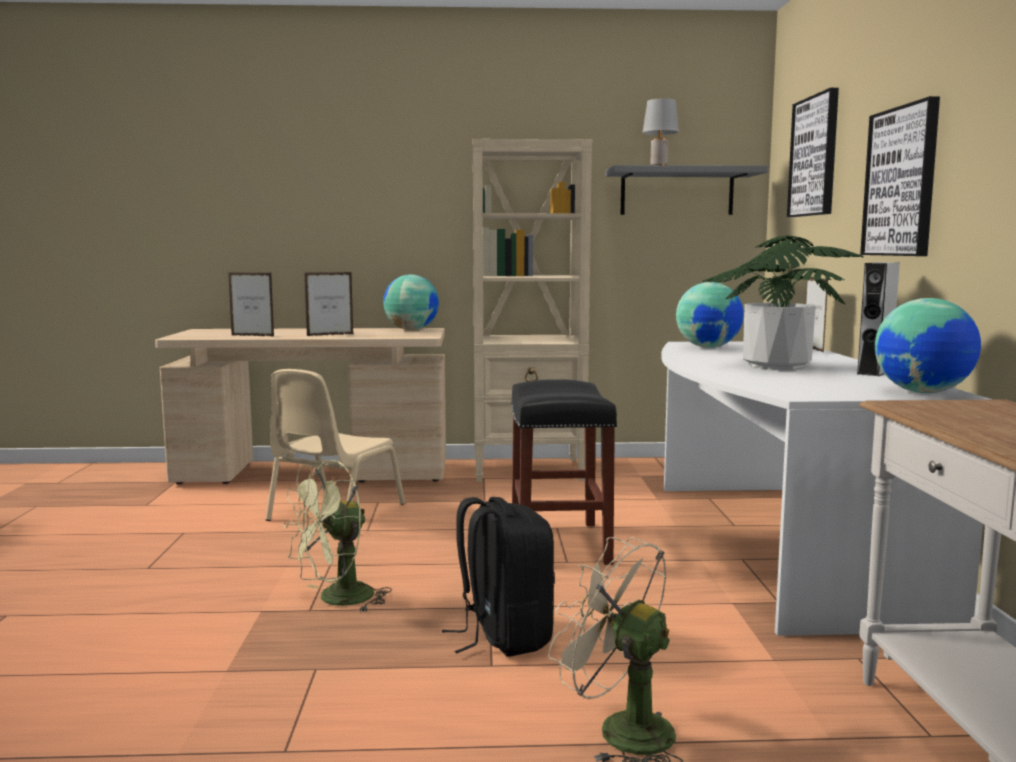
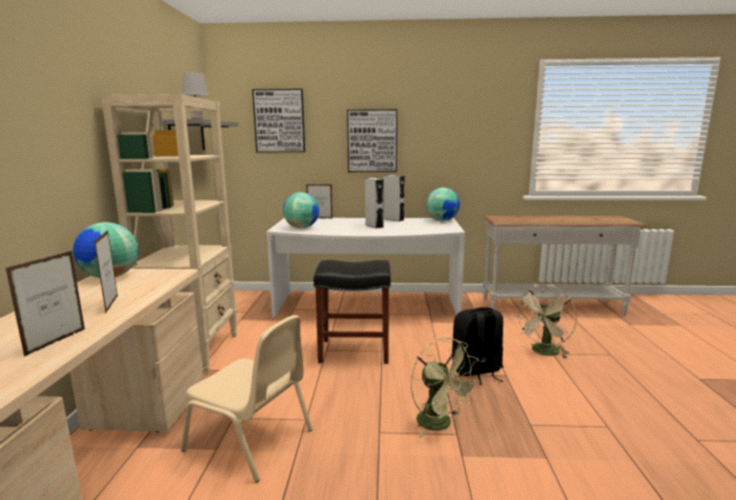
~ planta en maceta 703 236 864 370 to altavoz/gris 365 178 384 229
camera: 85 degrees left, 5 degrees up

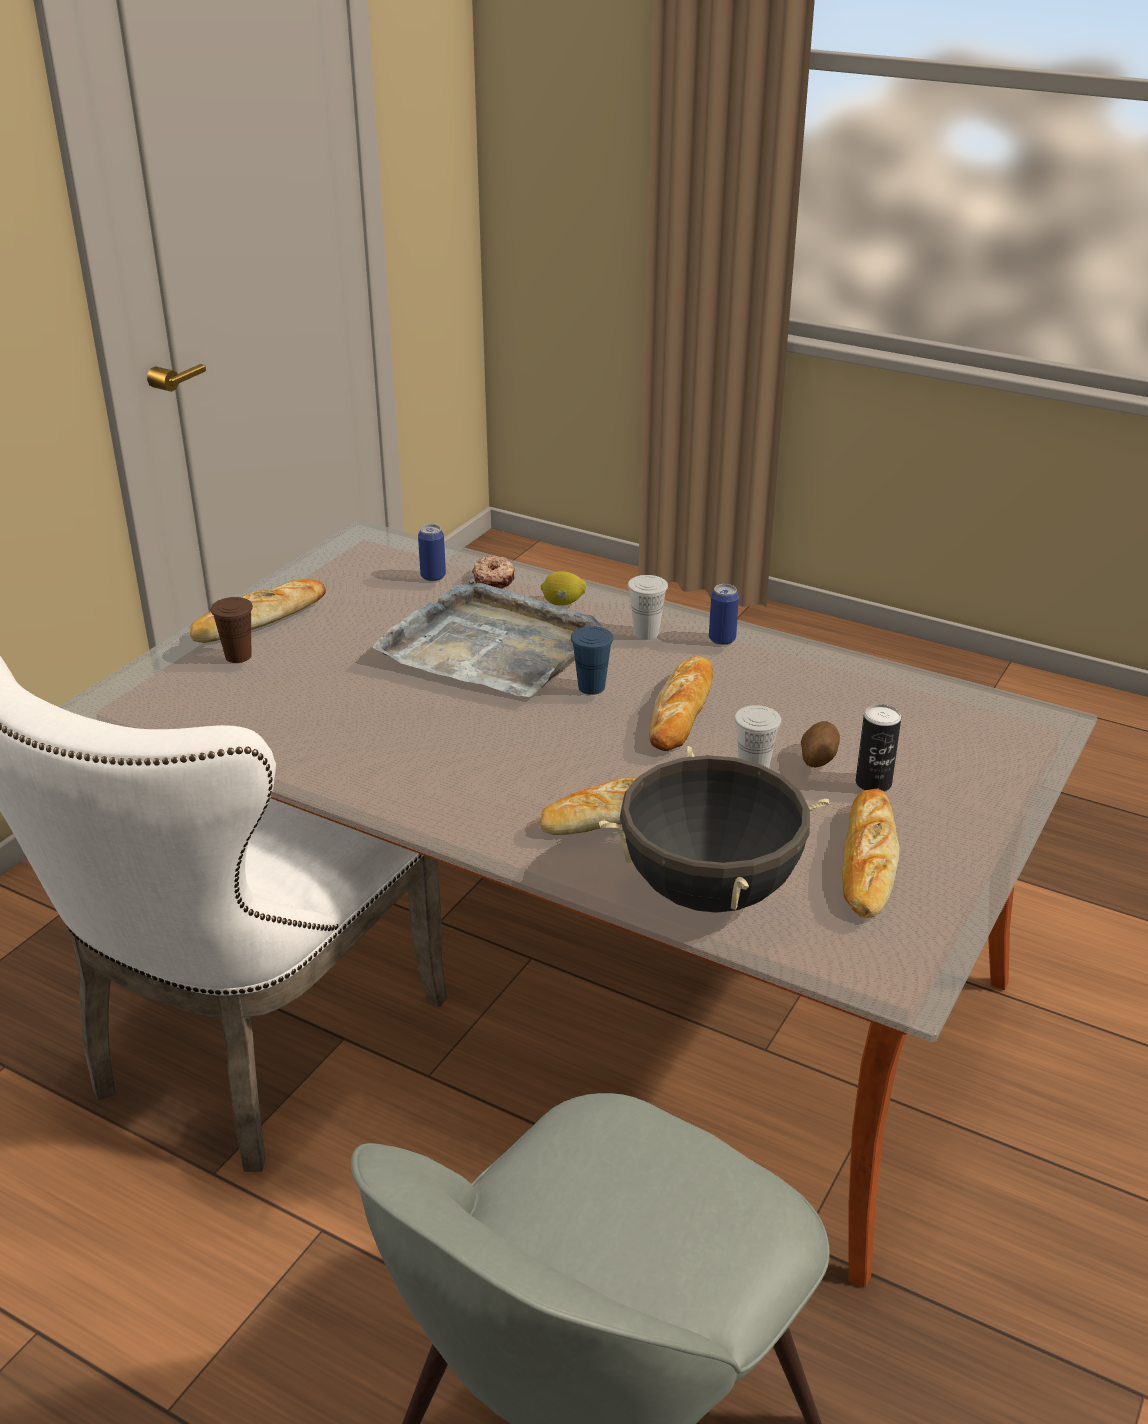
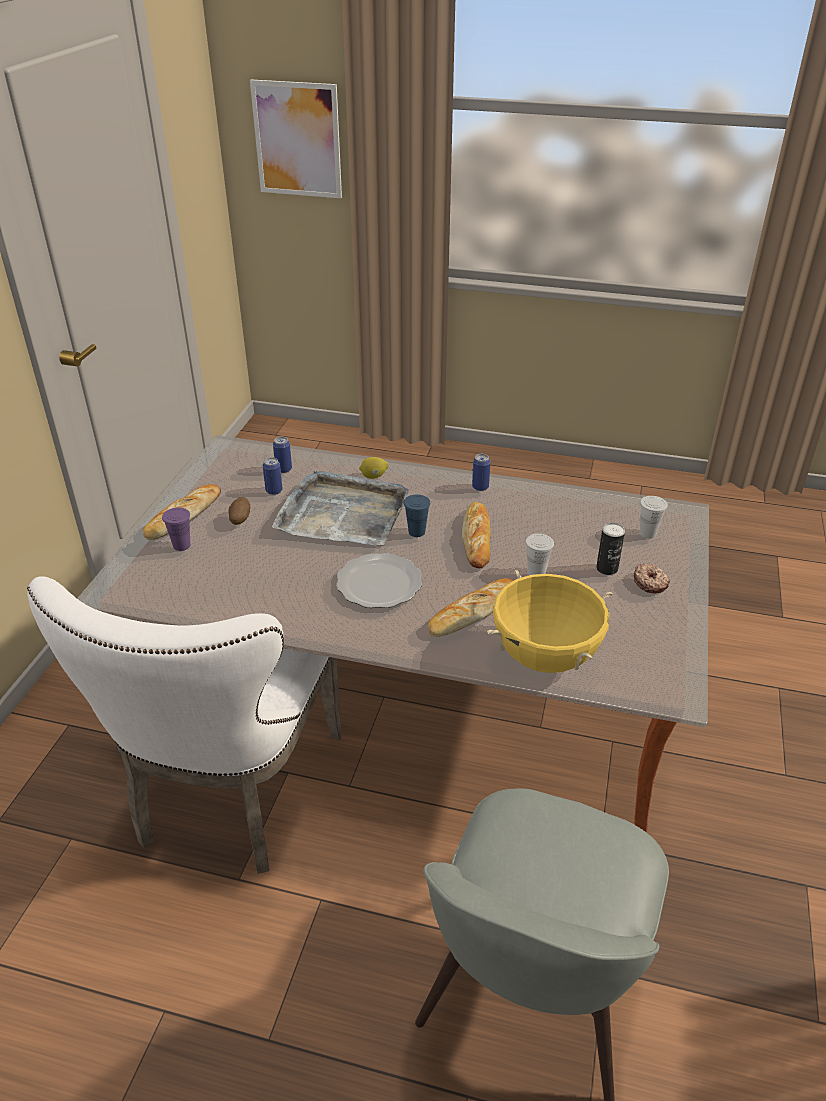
~ taza/marrón 211 597 253 663 to taza/morado 162 507 191 551
~ patata 801 721 840 767 to 228 497 250 525
+ cuadro 250 80 342 198
+ lata 263 457 283 495
+ plato 336 553 422 608
~ olla/negro 599 746 829 913 to olla/amarillo 487 570 613 673
~ rosquilla 472 555 515 589 to 634 564 670 593
~ taza/blanco 628 575 668 639 to 639 496 667 538
- pan 842 789 900 918
camera: 15 degrees left, 5 degrees up

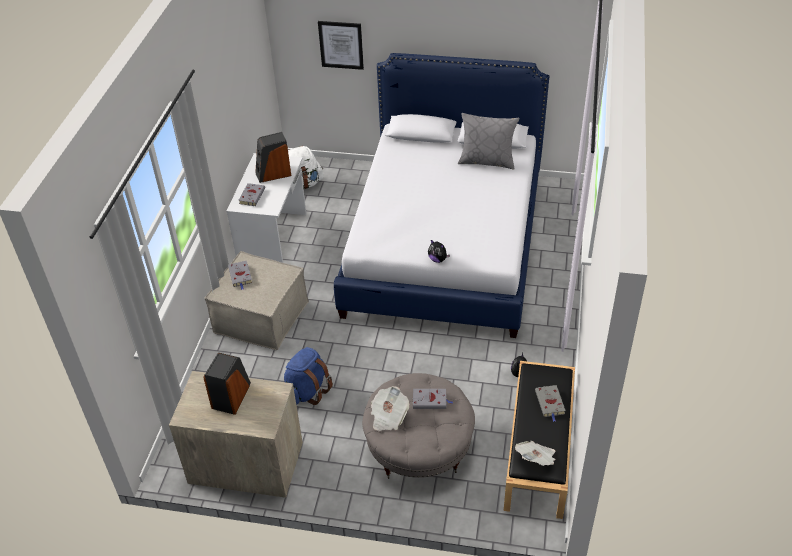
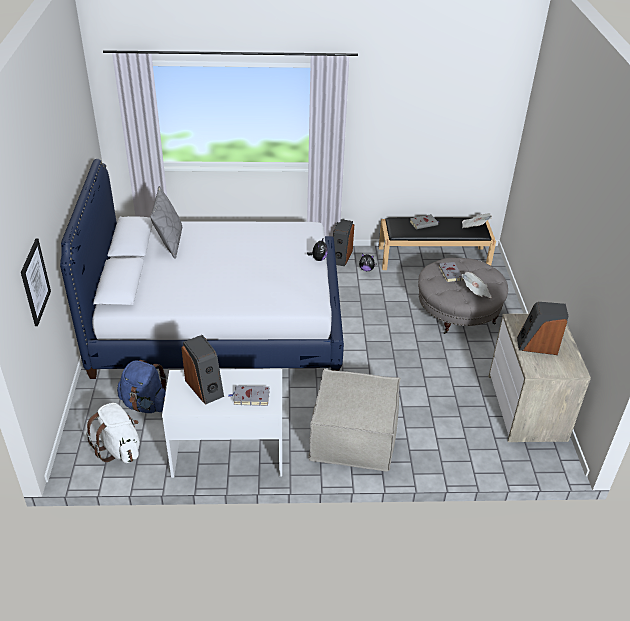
~ mochila/azul 284 347 333 405 to 117 360 166 413
+ altavoz 333 219 354 266
- libro/gris 228 261 252 290
camera: 105 degrees left, 5 degrees down

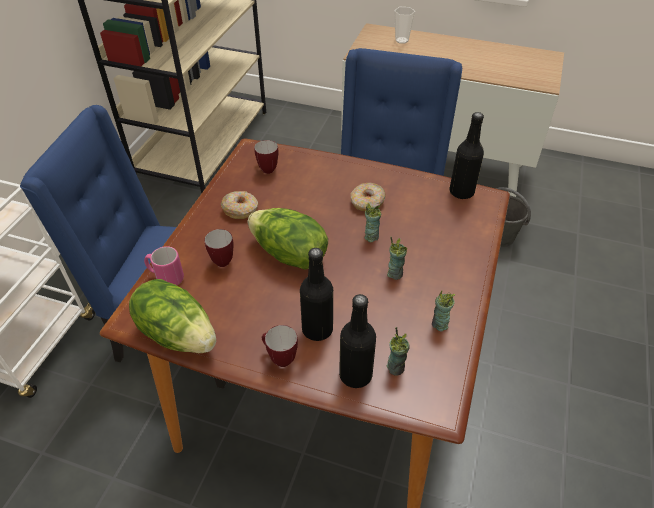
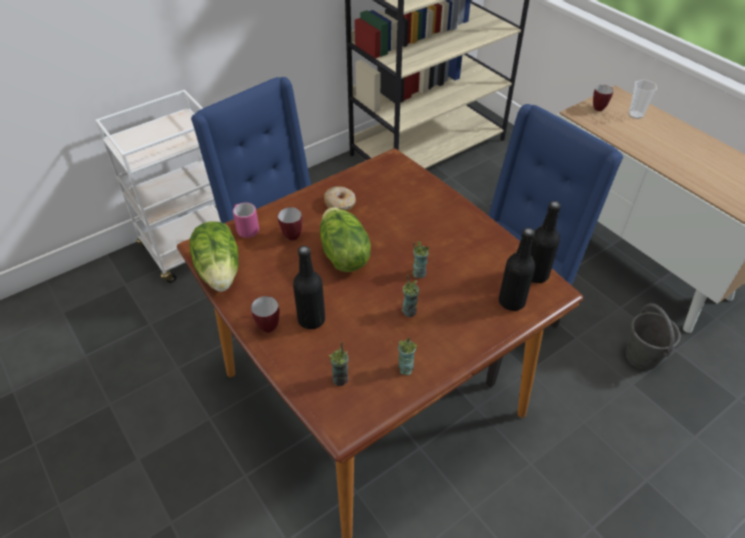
~ botella/negro 339 294 376 388 to 499 228 535 311
~ taza grande 254 140 278 174 to 593 85 614 111
- rosquilla 350 183 386 211
camera: 35 degrees right, 0 degrees up

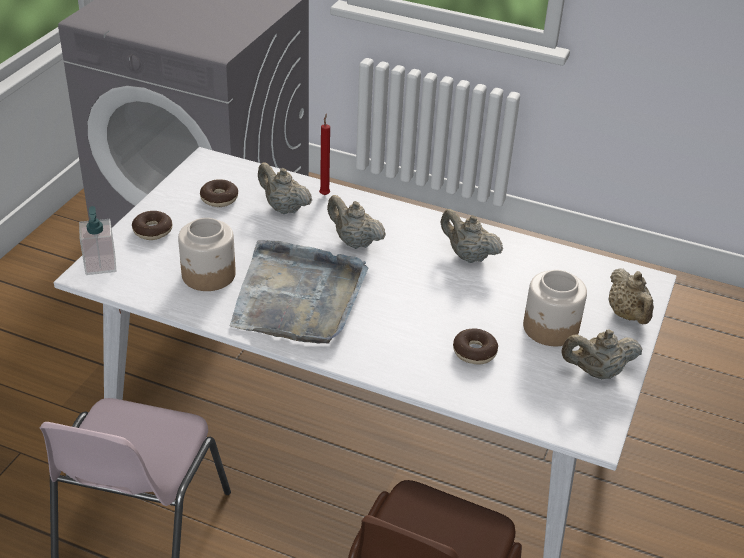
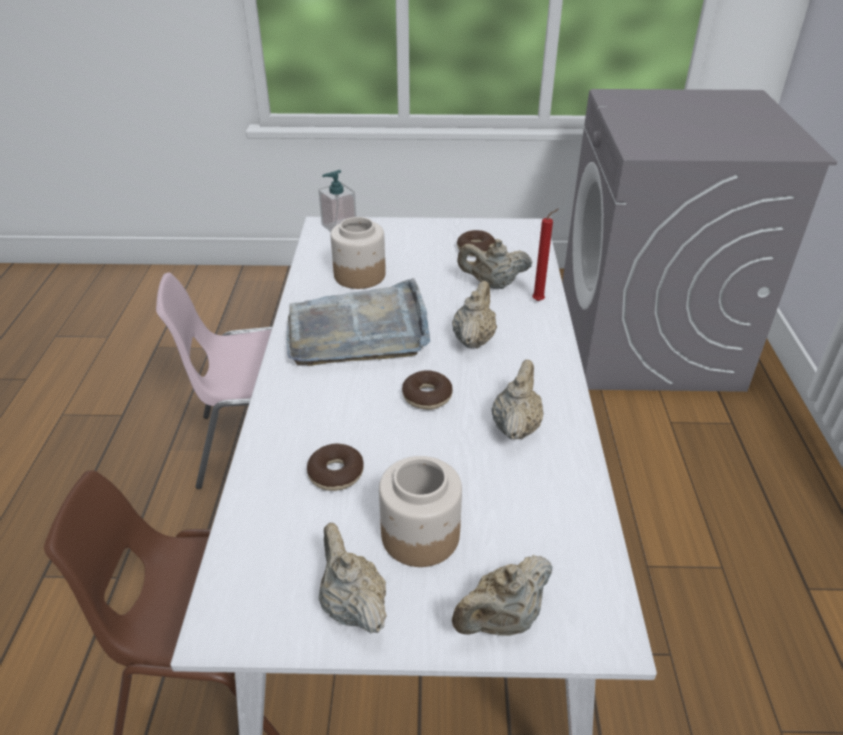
~ rosquilla 132 211 172 240 to 402 371 453 410
~ tetera/beis 258 163 312 214 = 457 239 533 289 105 degrees counterclockwise
camera: 70 degrees right, 0 degrees up

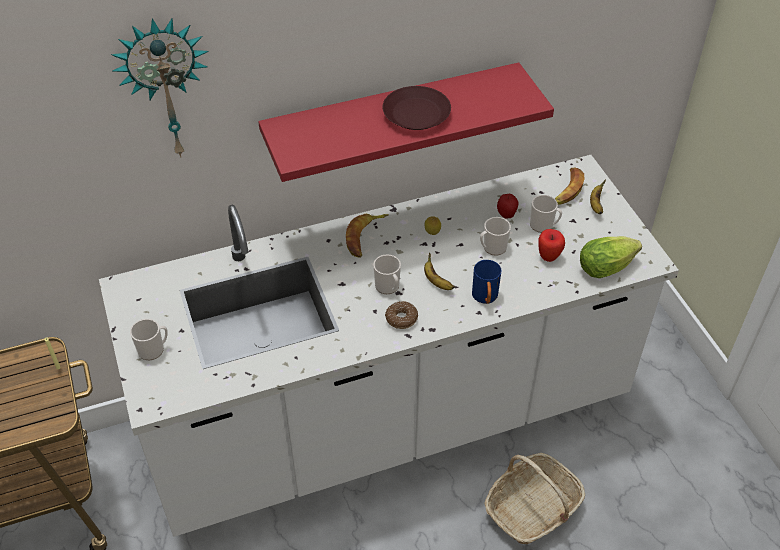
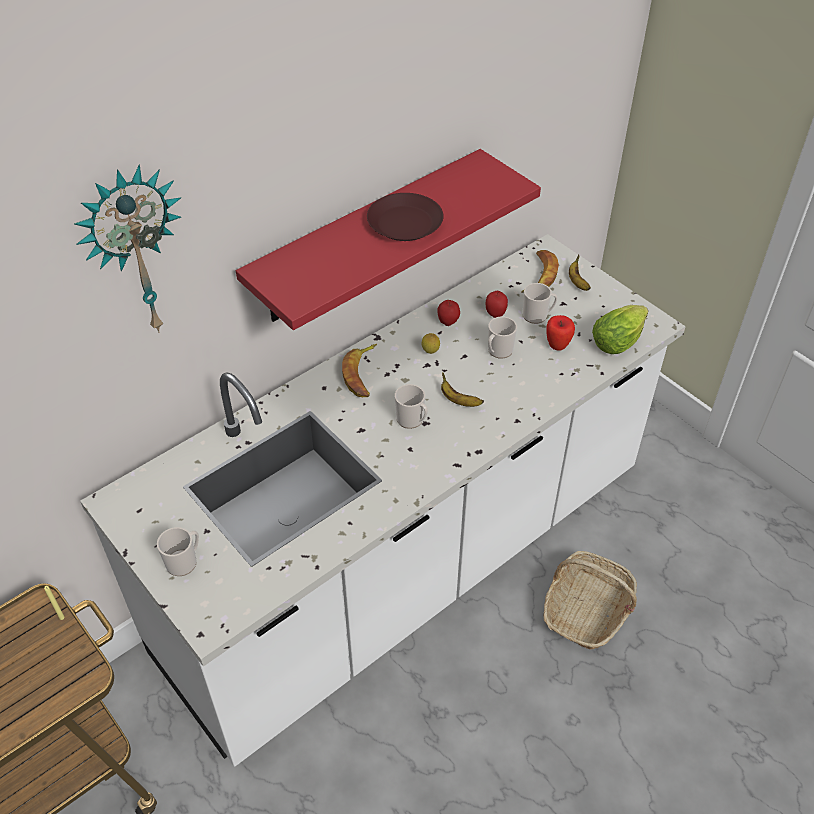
+ manzana 437 300 460 326
- rosquilla 385 301 418 329
- taza grande/azul 472 260 501 304
camera: 20 degrees left, 0 degrees up

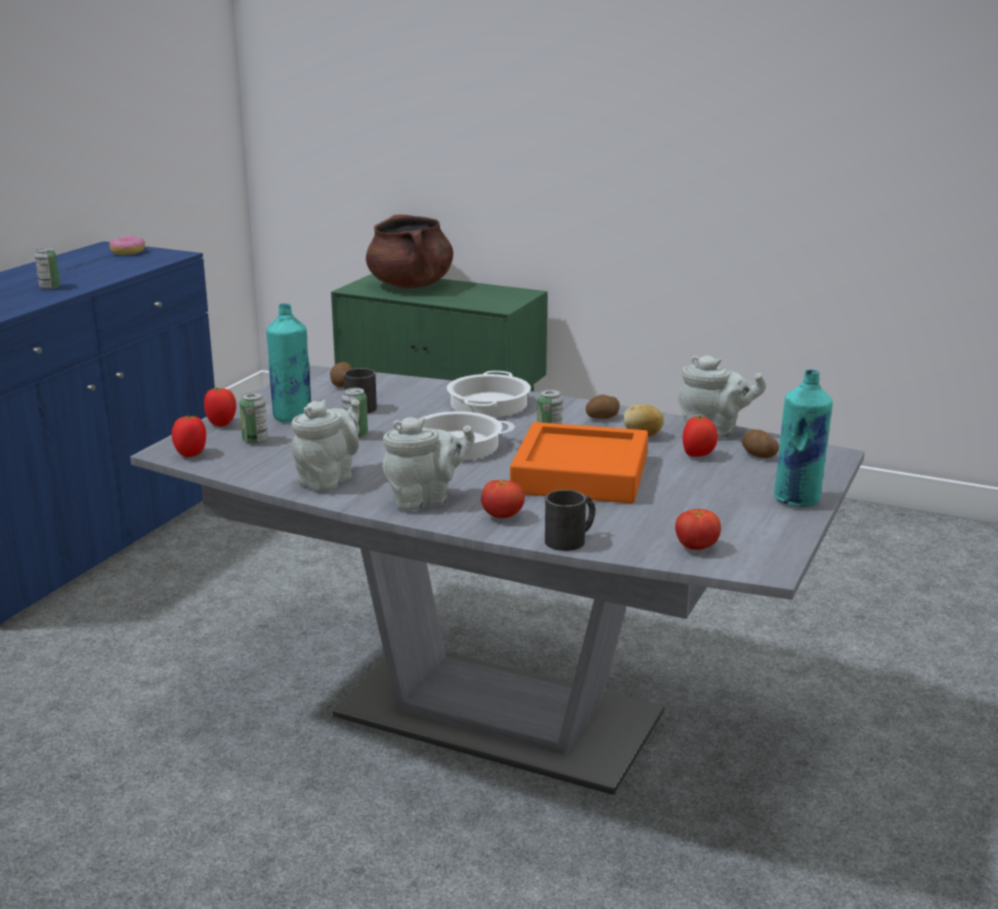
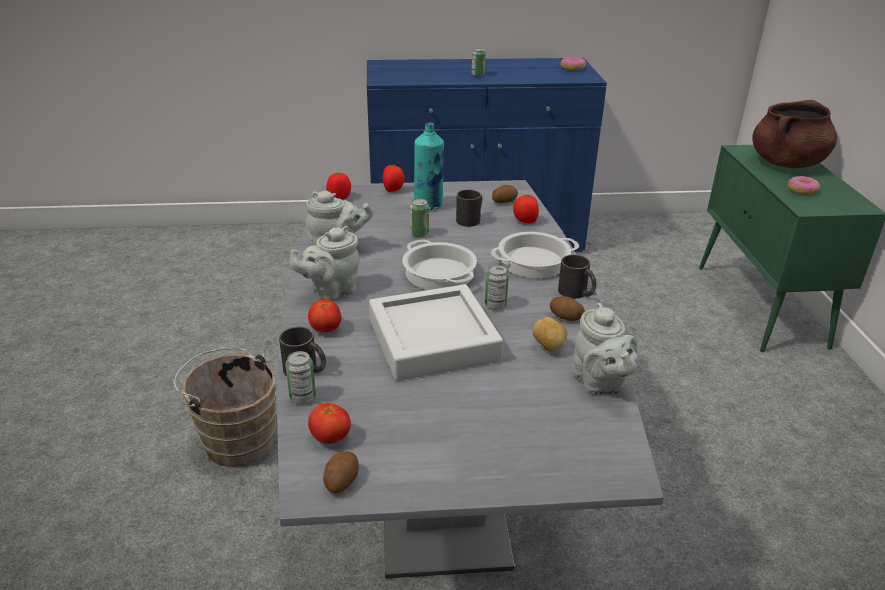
+ cubo/marrón 174 348 277 467
~ lata 239 392 268 444 to 285 351 316 404
~ tetera/gris 383 417 475 511 = 290 226 360 301 105 degrees clockwise
~ patata 742 429 779 458 to 323 451 359 493
~ bandeja/naranja 510 422 648 504 to bandeja/gris 369 284 503 381
~ tomate 683 416 718 457 to 513 195 539 223
+ taza grande/negro 558 255 596 299
+ rosquilla 788 176 820 195
- botella/turquesa 774 370 833 507
camera: 60 degrees right, 10 degrees up

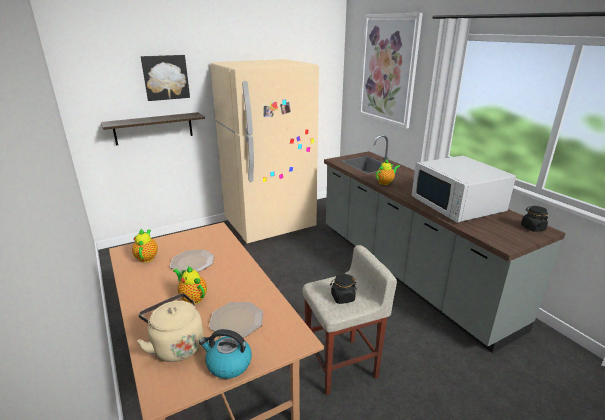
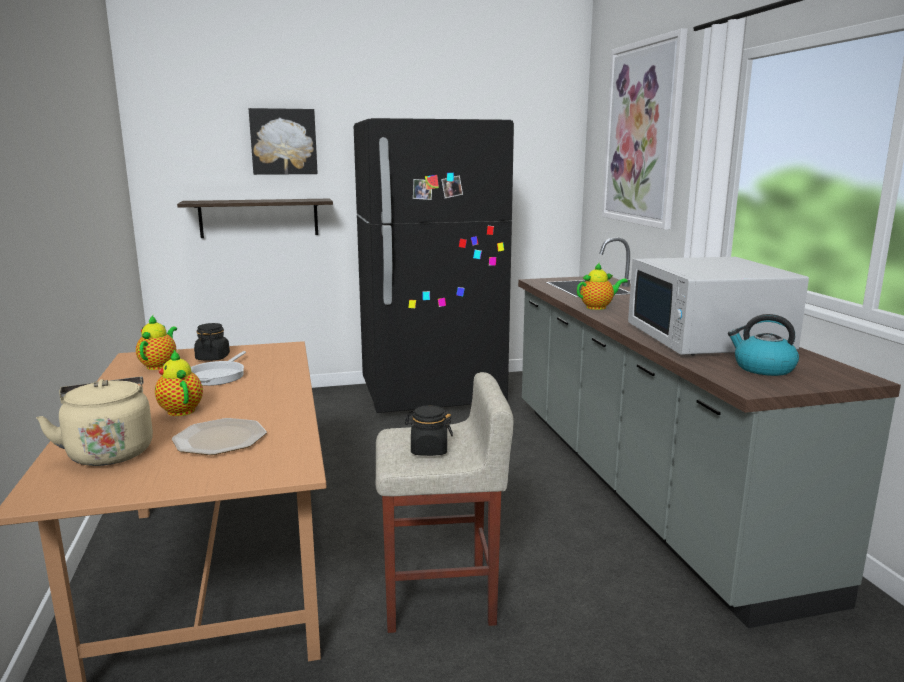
~ plato 170 249 214 273 to sartén 191 351 246 386
~ tarro/negro 521 206 548 232 to 194 323 230 361
~ nevera/beis 210 59 319 244 to nevera/negro 354 118 514 413
~ hervidor 199 329 252 379 to 728 314 799 376
camera: 15 degrees right, 10 degrees down

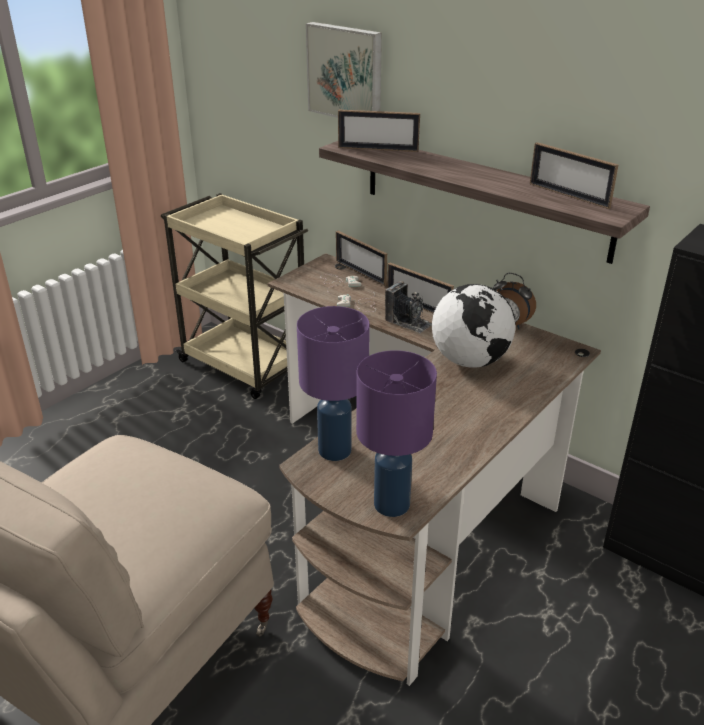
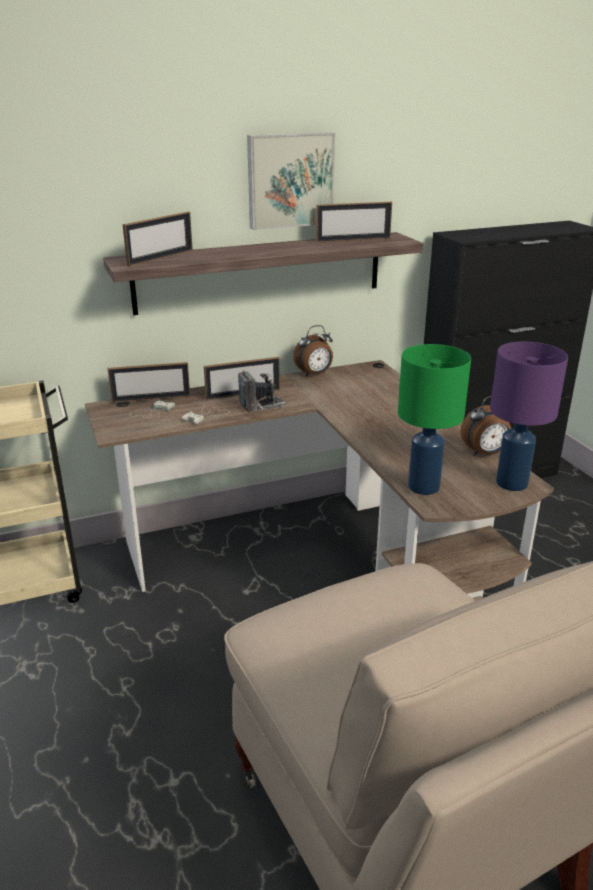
~ cuadro 306 22 382 118 to 247 132 335 230
~ lámpara de mesa/morado 297 306 370 461 to lámpara de mesa/verde 398 344 471 495
+ despertador 461 396 511 456
- globo terráqueo 432 284 516 368
camera: 60 degrees left, 5 degrees down

